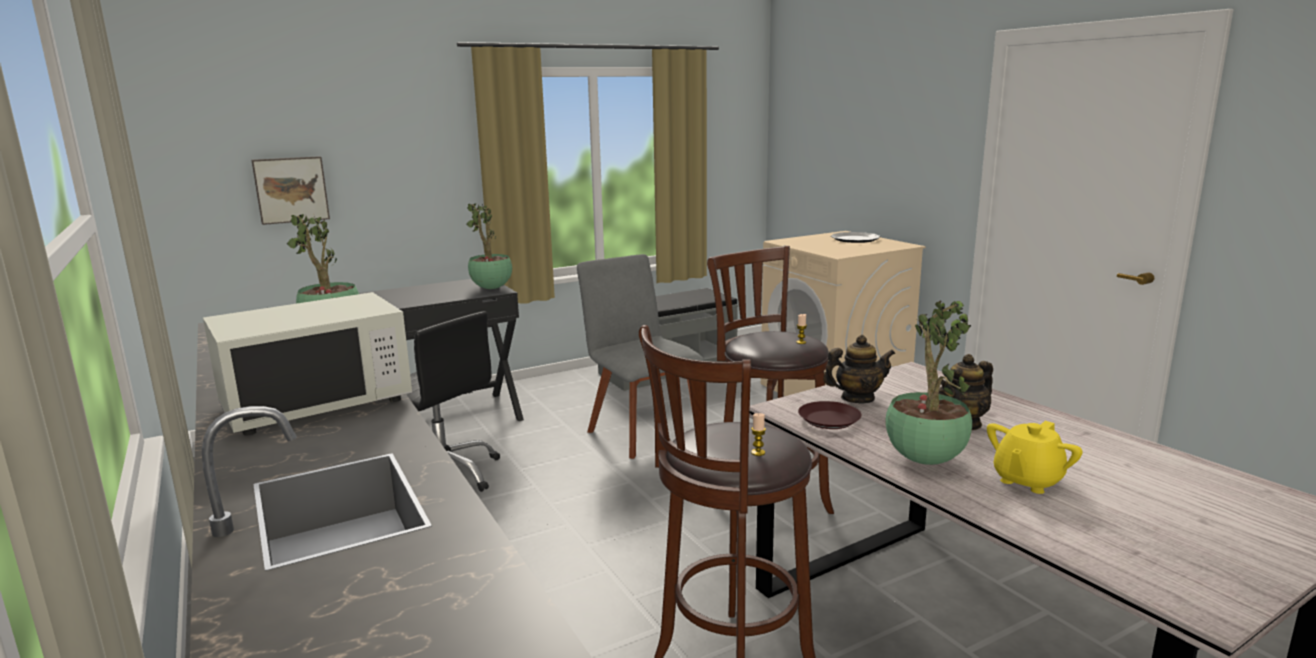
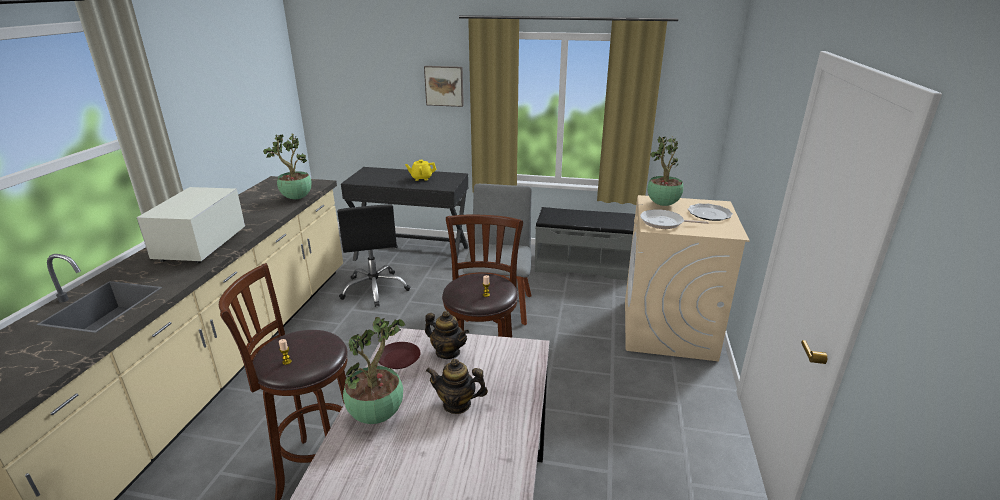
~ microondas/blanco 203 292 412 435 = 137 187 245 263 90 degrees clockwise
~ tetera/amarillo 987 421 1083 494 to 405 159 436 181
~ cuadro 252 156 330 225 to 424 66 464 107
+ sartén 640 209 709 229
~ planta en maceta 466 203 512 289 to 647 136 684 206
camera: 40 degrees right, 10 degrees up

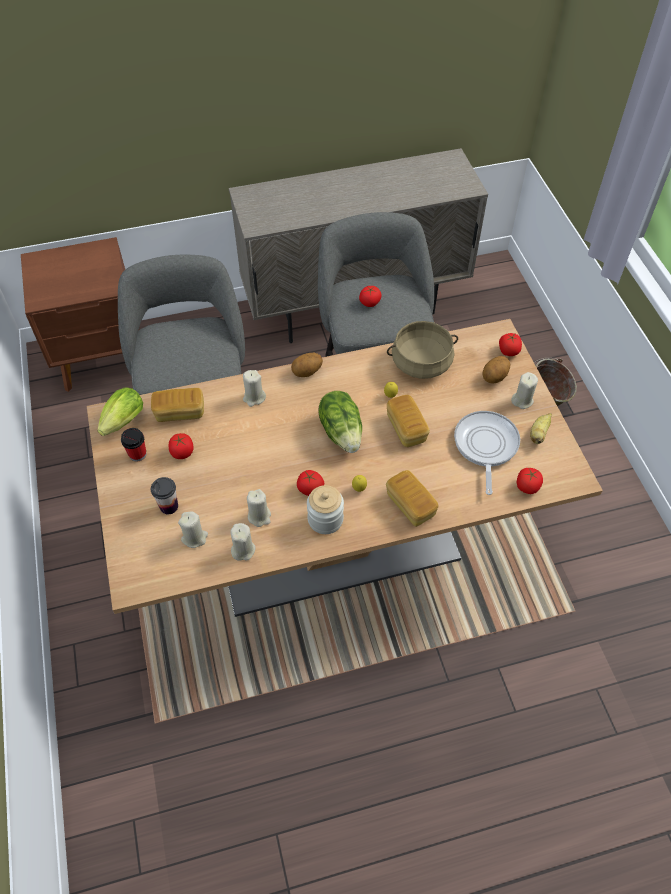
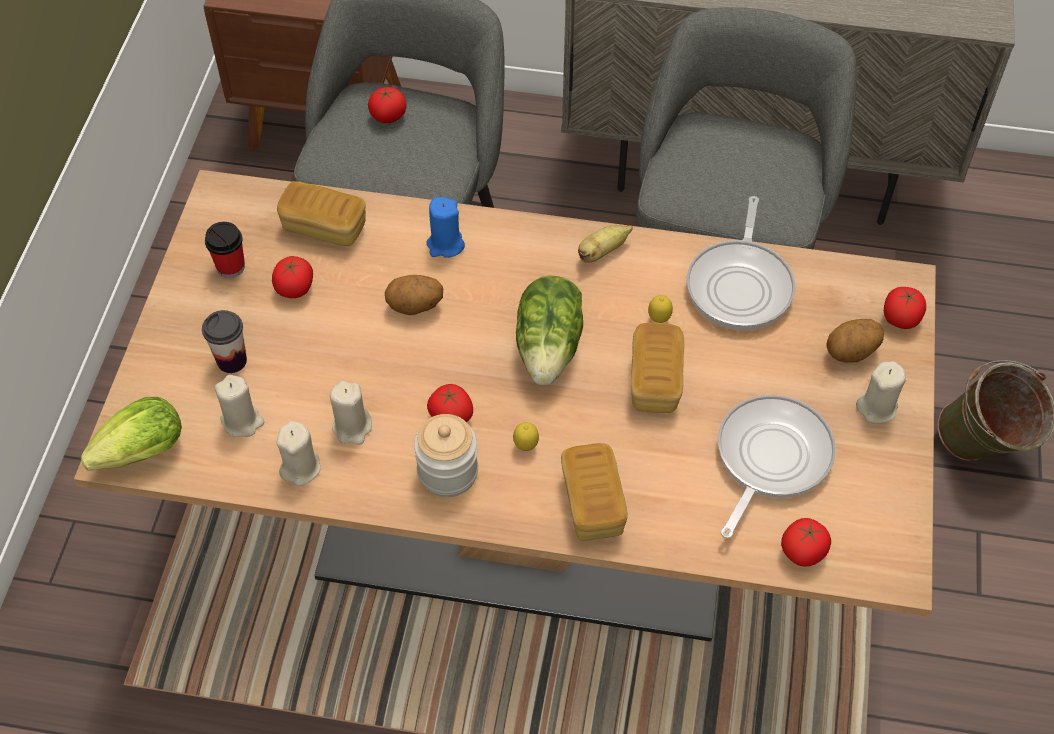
~ lechuga 97 388 143 436 to 81 397 182 471
~ tomate 359 286 382 307 to 368 87 406 123
~ patata 291 353 323 377 to 385 275 443 315
~ vela/beis 243 370 266 407 to vela/azul 426 197 465 258
~ plátano 530 413 552 444 to 578 225 633 263
~ olla/beis 387 321 458 379 to sartén 686 196 795 330
camera: 25 degrees right, 0 degrees up

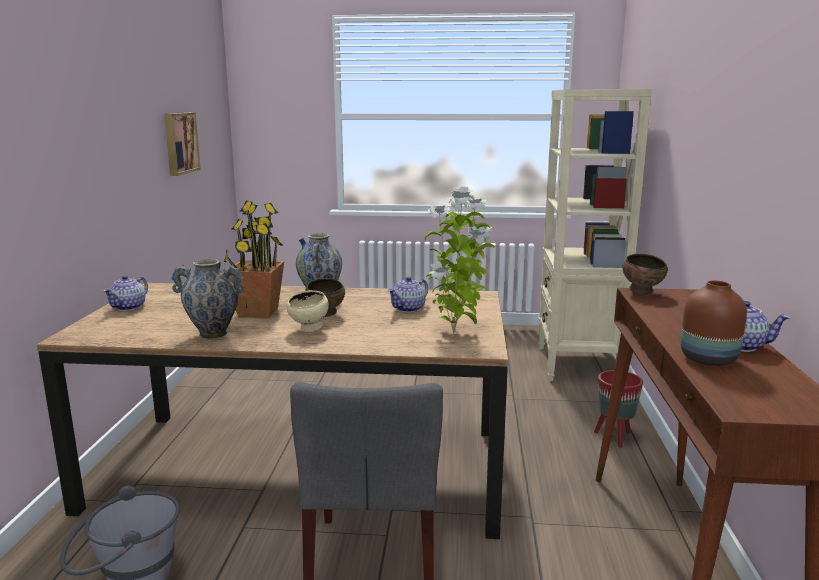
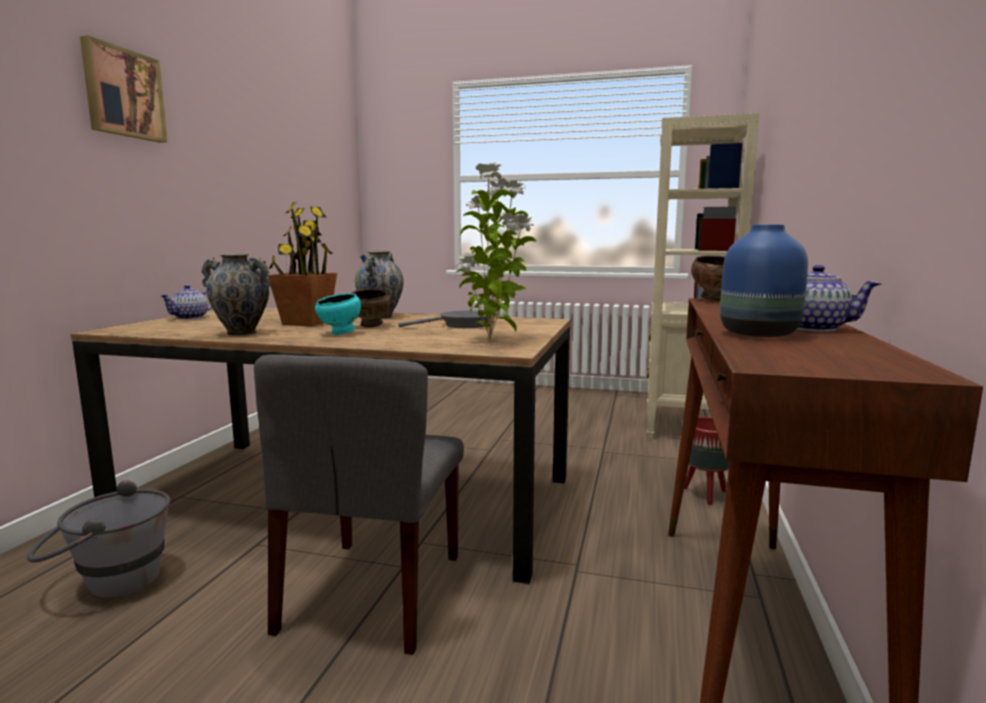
~ cuadro 164 113 201 176 to 80 35 168 143
~ cuenco/beis 286 290 329 332 to cuenco/turquesa 315 293 361 335
~ tetera 388 277 428 313 to sartén/gris 398 310 491 328
~ florero/marrón 681 281 747 366 to florero/azul 720 224 808 337
camera: 10 degrees right, 5 degrees down

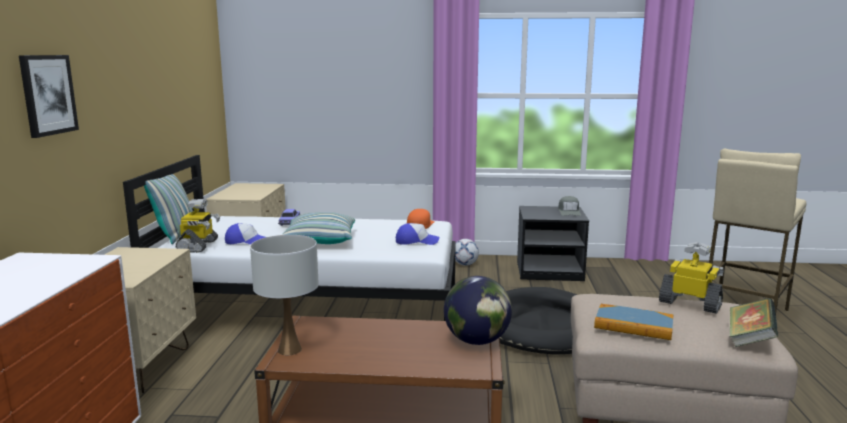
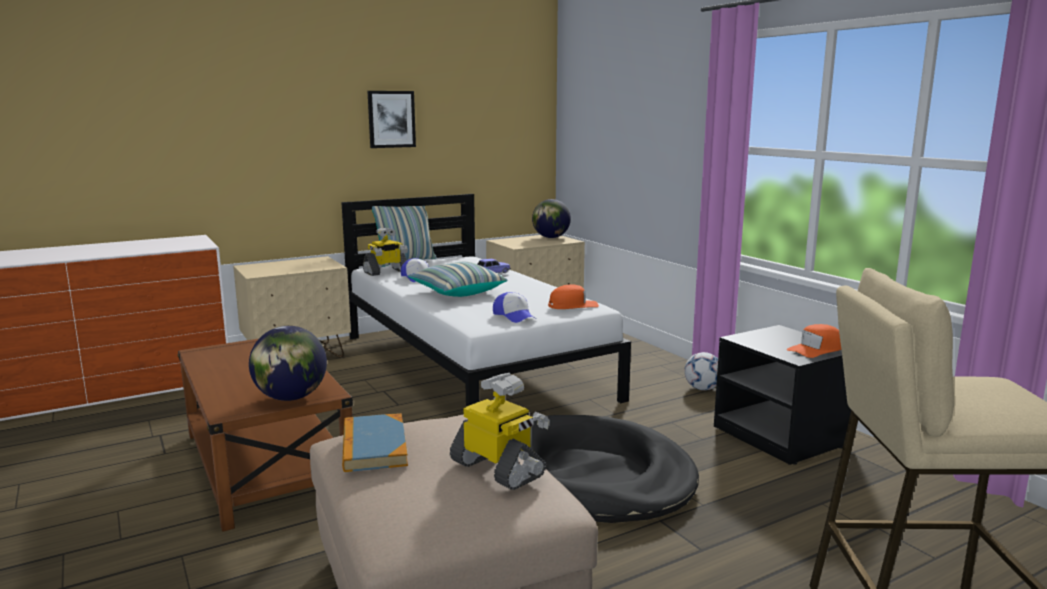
~ cuadro 19 55 79 138 to 367 91 416 148
~ robot de juguete 659 242 724 314 = 450 373 550 490 45 degrees counterclockwise
+ globo terráqueo 532 199 571 238
~ gorra/gris 558 196 581 216 to gorra/naranja 787 324 841 358
- lámpara de mesa/blanco 250 235 319 355
- libro 730 298 778 347
camera: 55 degrees right, 0 degrees up

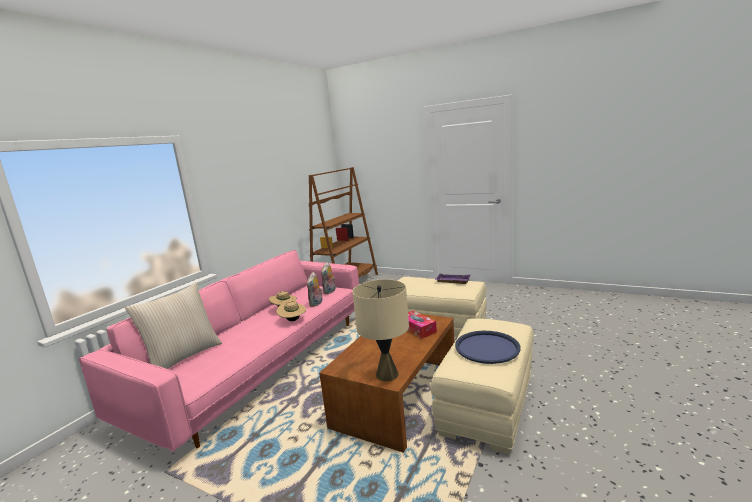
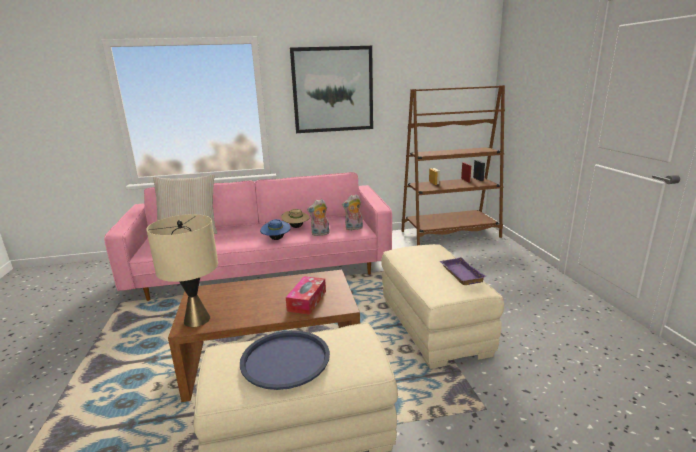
~ sombrero/beis 276 301 306 321 to sombrero/azul 260 219 291 240
+ cuadro 290 46 373 133
camera: 50 degrees right, 5 degrees up

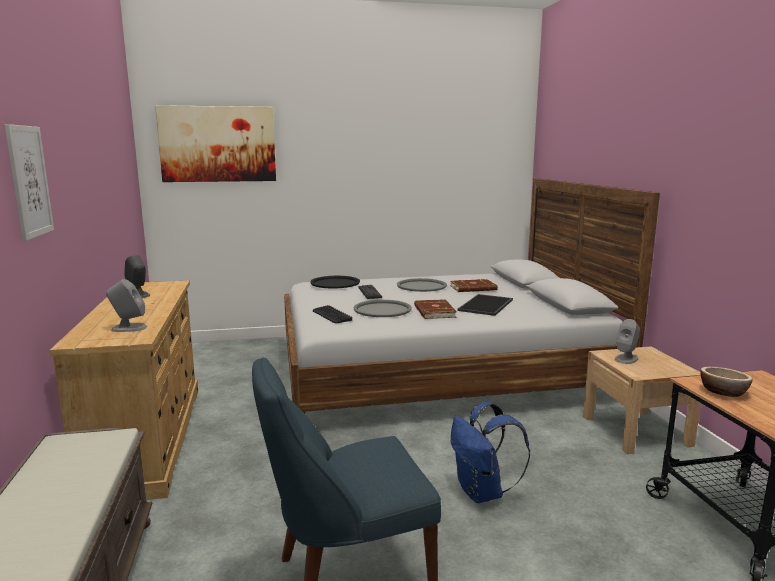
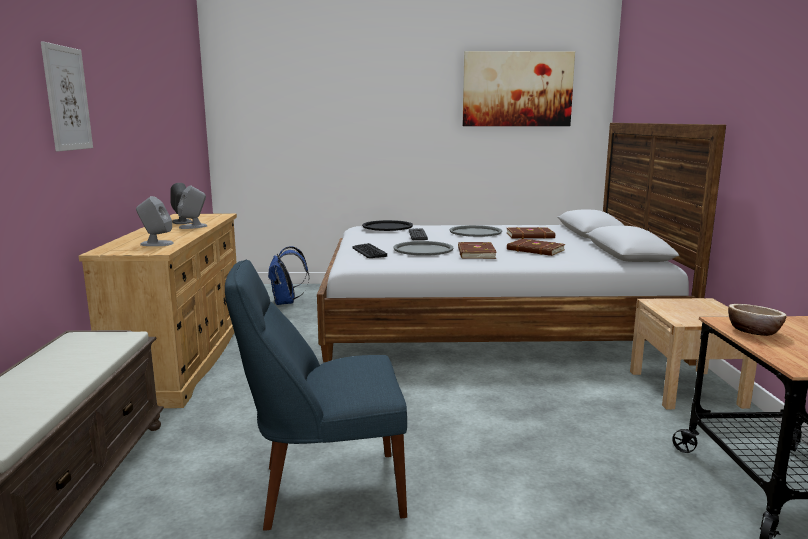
~ altavoz/gris 615 319 640 364 to 177 185 207 229
~ mochila/azul 451 402 530 503 to 268 246 309 305
~ cuadro 155 105 276 182 to 463 51 575 126
~ bandeja 457 294 513 316 to libro/marrón 507 239 565 256
camera: 10 degrees right, 0 degrees up

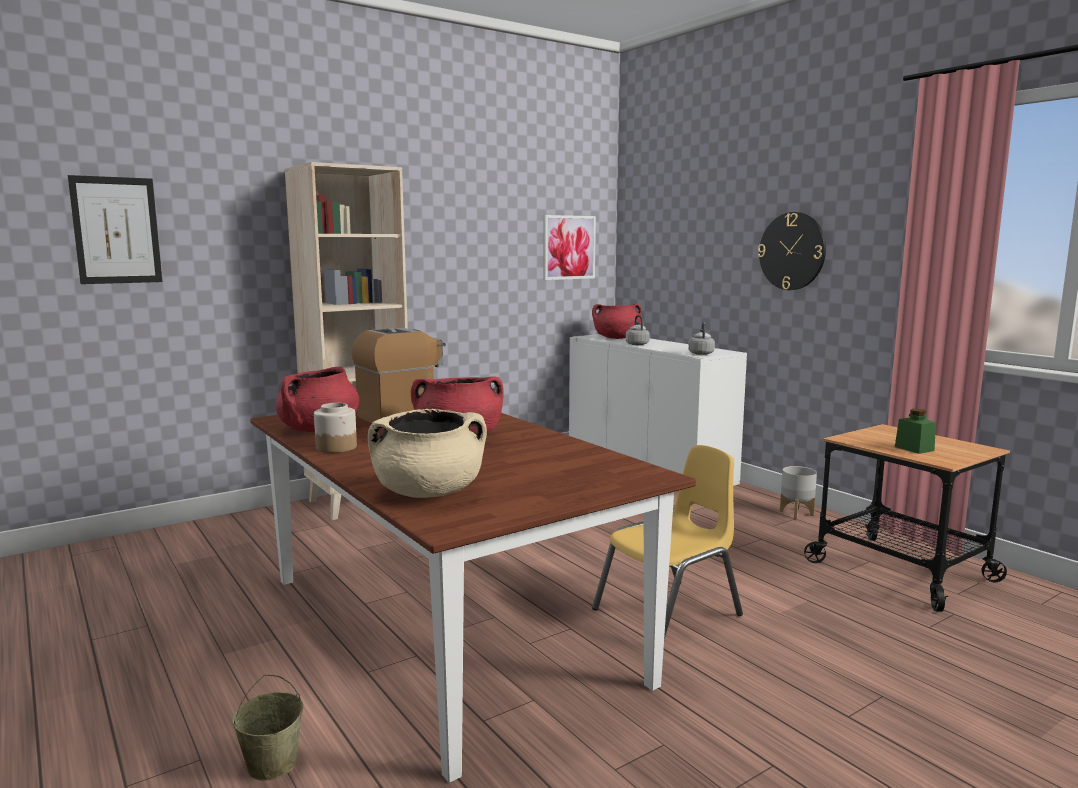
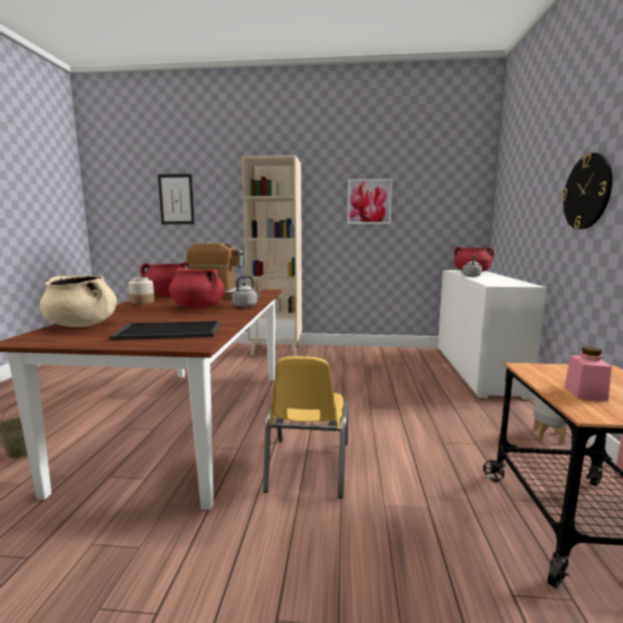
+ bandeja 110 321 220 340
~ hervidor/gris 688 322 715 355 to 232 276 263 307
~ silla/amarillo 592 445 743 640 = 263 356 349 498 90 degrees clockwise
~ cuadro 544 215 596 280 to 347 179 392 224
~ tarro/verde 895 409 936 454 to tarro/rosa 565 346 612 401
camera: 40 degrees right, 0 degrees up

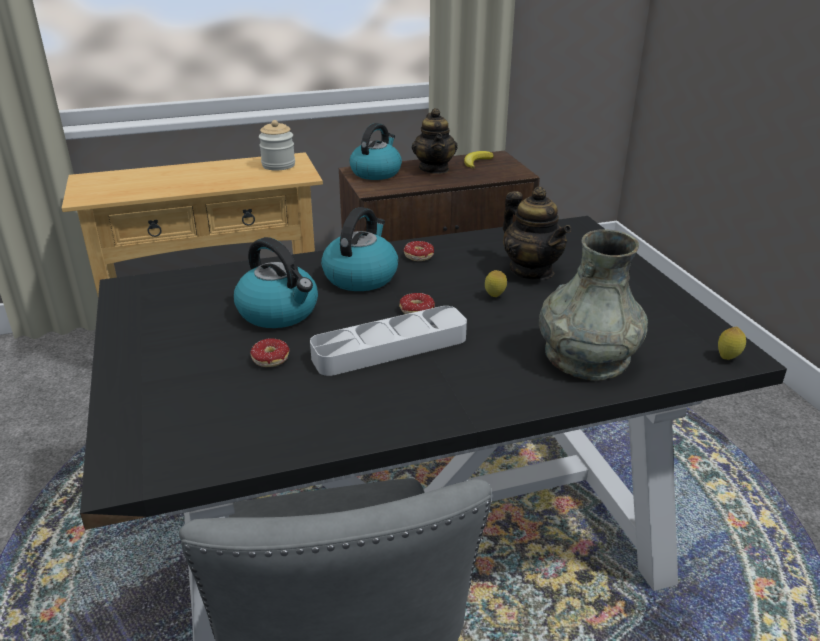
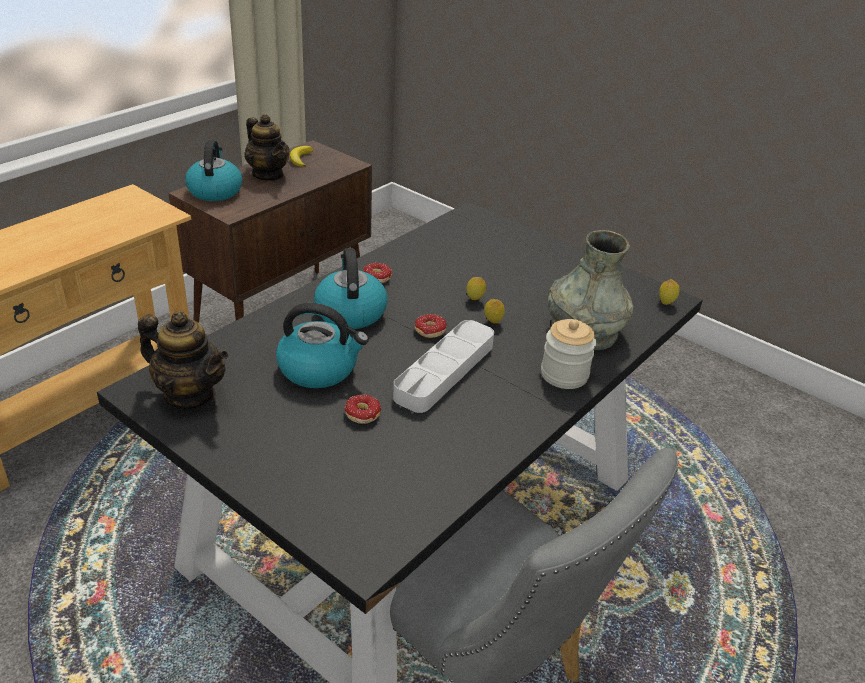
~ tetera 503 187 571 280 to 138 311 229 409
+ limón 485 299 505 323
~ tarro 259 120 295 171 to 541 319 596 389
camera: 35 degrees left, 5 degrees up

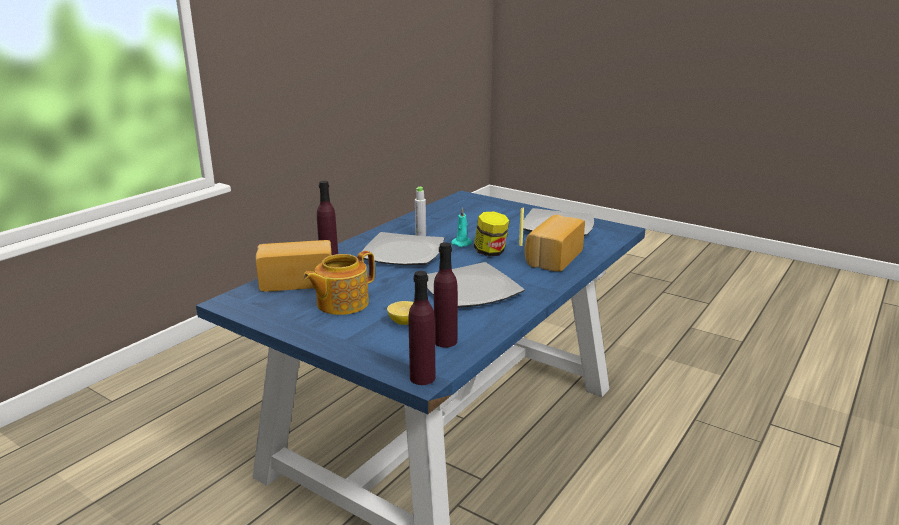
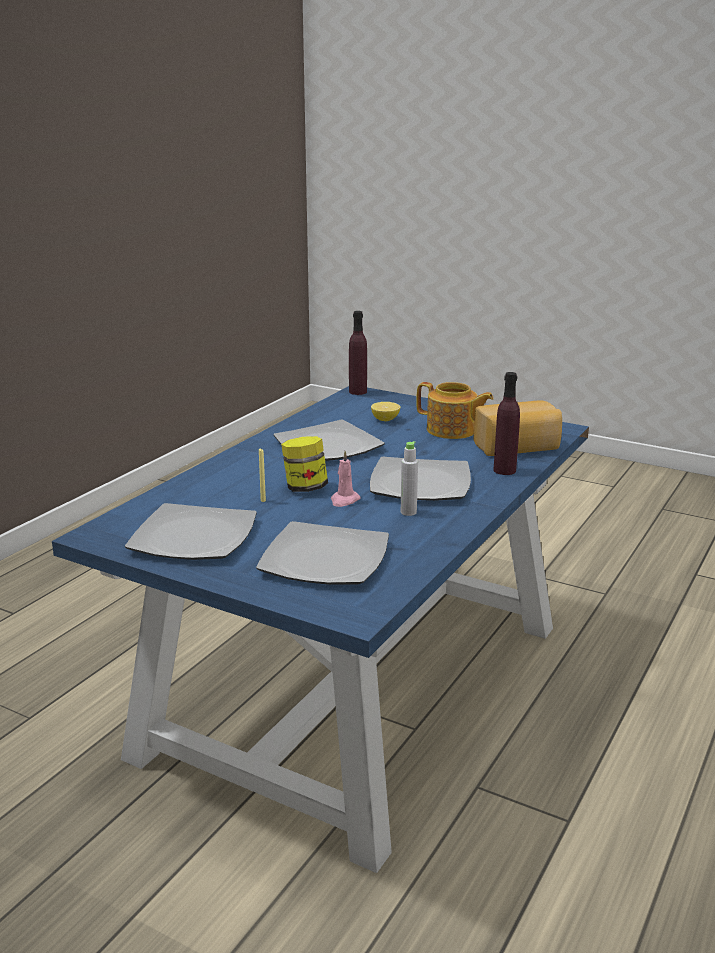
+ plato 256 521 389 585
~ vela/turquesa 451 207 472 247 to vela/rosa 331 451 361 507
~ tetera 303 251 375 315 = 416 382 493 439 75 degrees clockwise
- botella/morado 434 242 458 348
- pan 525 215 585 272
camera: 175 degrees right, 0 degrees up

